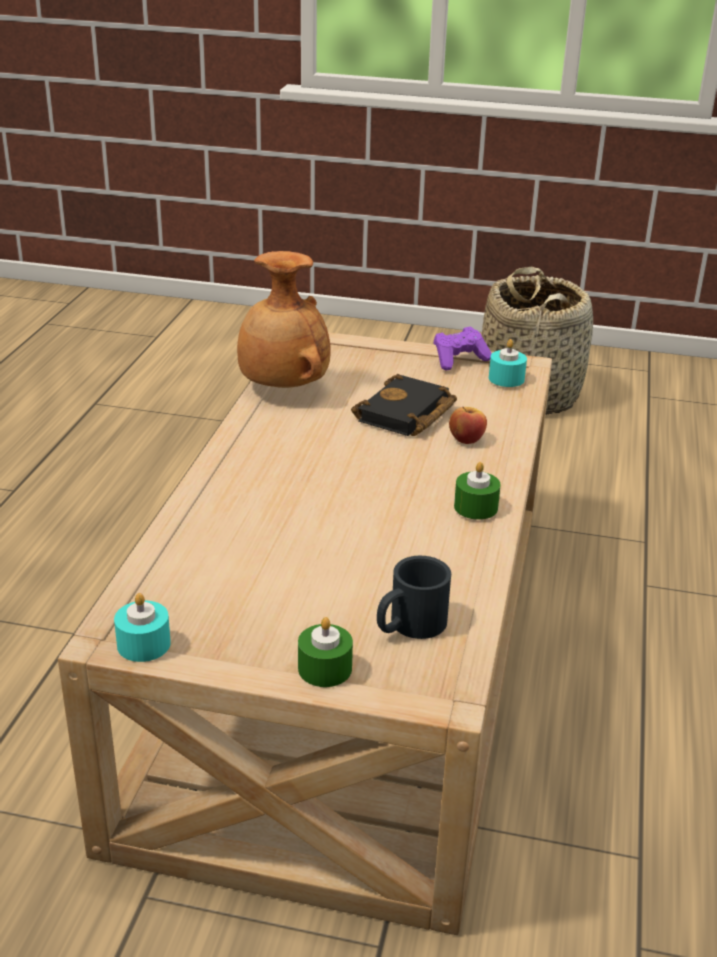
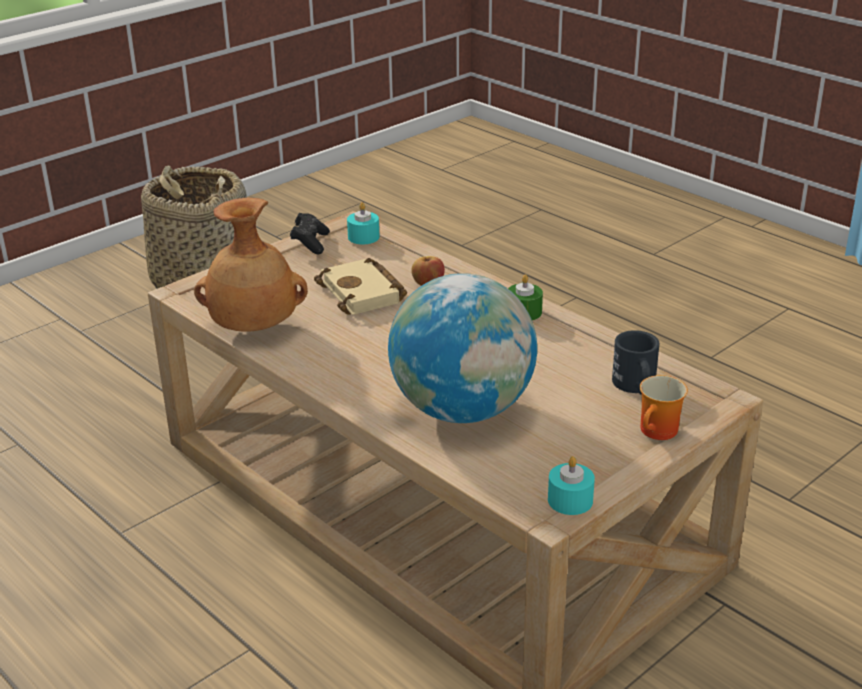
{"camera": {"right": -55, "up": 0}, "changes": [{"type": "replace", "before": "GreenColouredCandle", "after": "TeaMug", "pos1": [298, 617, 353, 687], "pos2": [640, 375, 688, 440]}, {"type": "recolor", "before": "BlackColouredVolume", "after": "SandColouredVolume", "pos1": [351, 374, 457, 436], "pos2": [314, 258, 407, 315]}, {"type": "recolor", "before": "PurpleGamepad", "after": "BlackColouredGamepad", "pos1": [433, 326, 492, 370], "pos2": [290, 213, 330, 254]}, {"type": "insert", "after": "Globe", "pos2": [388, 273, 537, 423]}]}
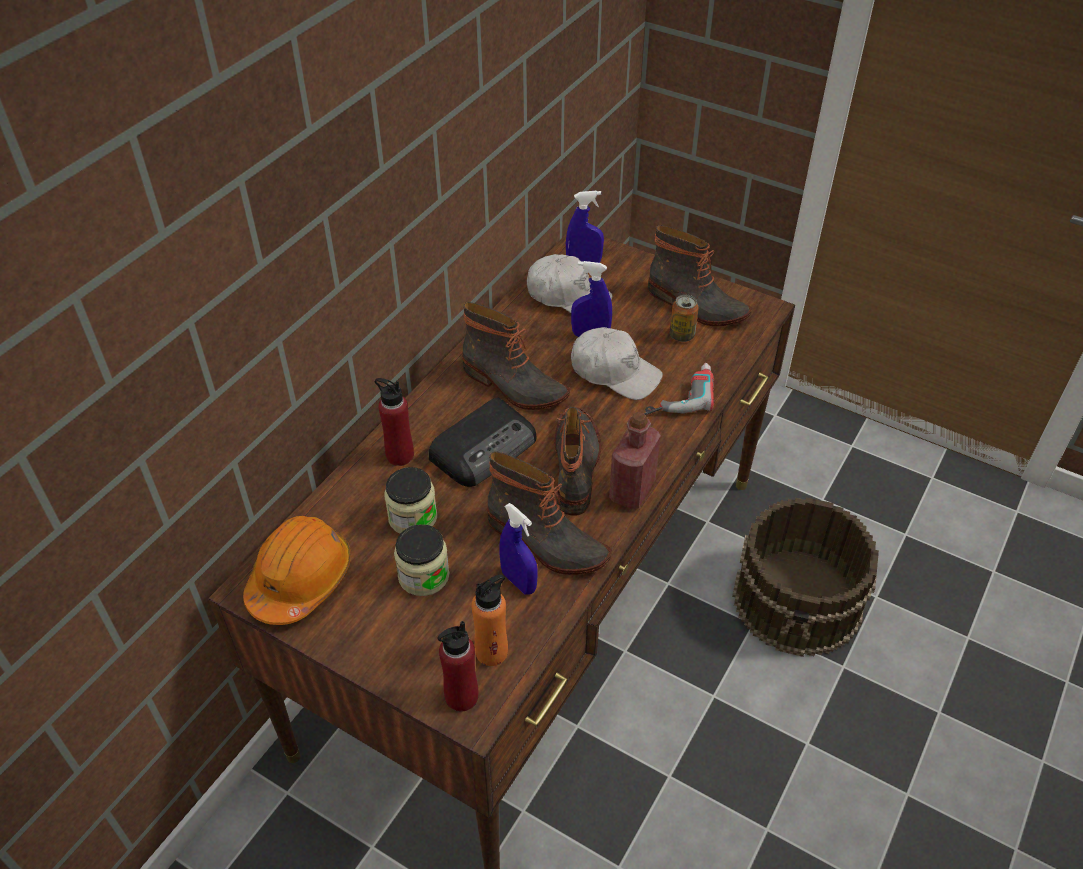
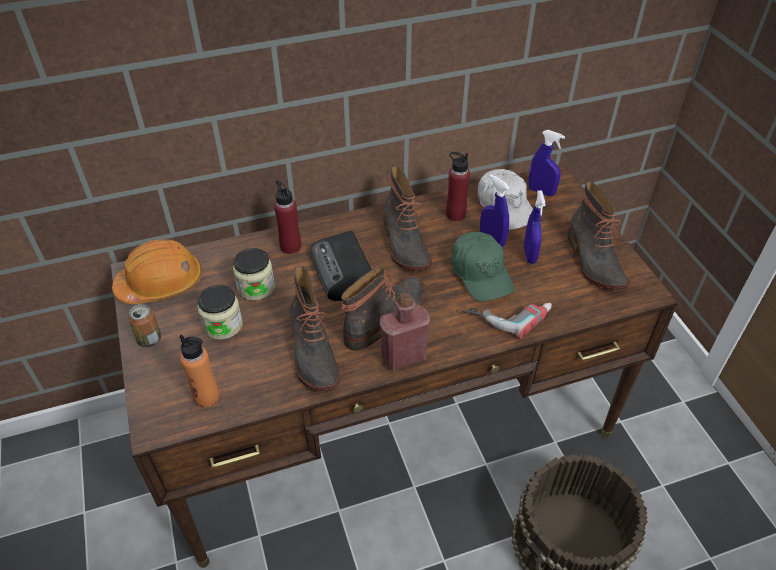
{"camera": {"right": 40, "up": 0}, "changes": [{"type": "rotate", "before": "RadioReceiver", "pos1": [429, 398, 537, 487], "pos2": [310, 231, 371, 301], "turn": 75}, {"type": "move", "before": "RedColouredBottle", "pos1": [438, 621, 479, 711], "pos2": [446, 152, 470, 221]}, {"type": "move", "before": "BlueHandSprayer", "pos1": [499, 503, 538, 595], "pos2": [524, 190, 546, 264]}, {"type": "recolor", "before": "WhiteBaseballCap", "after": "GreenColouredBaseballCap", "pos1": [571, 327, 663, 400], "pos2": [452, 232, 514, 302]}, {"type": "move", "before": "Can", "pos1": [670, 295, 699, 342], "pos2": [128, 304, 161, 347]}]}
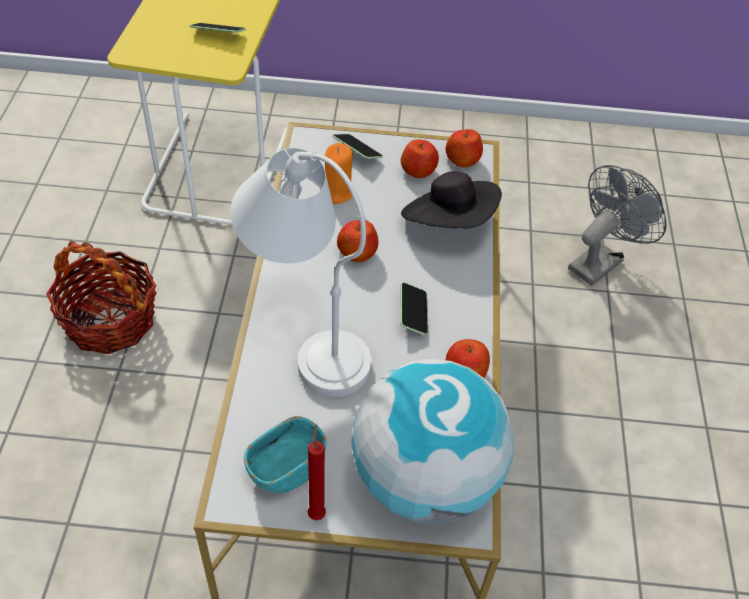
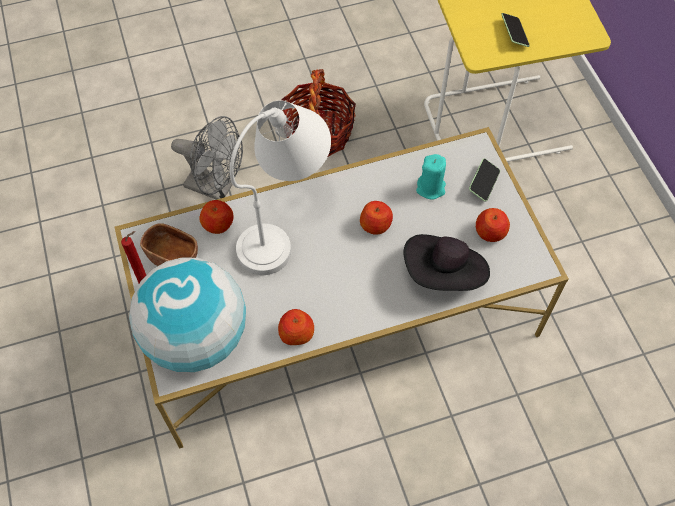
{"camera": {"right": 70, "up": 10}, "changes": [{"type": "recolor", "before": "BlueGreenServingBowl", "after": "BrownishServingBowl", "pos1": [244, 416, 326, 493], "pos2": [140, 223, 198, 266]}, {"type": "recolor", "before": "OrangeCandle", "after": "BlueGreenCandle", "pos1": [320, 143, 353, 204], "pos2": [416, 154, 446, 200]}, {"type": "delete", "before": "Telephone", "pos1": [400, 282, 428, 335]}, {"type": "move", "before": "Apple", "pos1": [445, 129, 483, 167], "pos2": [199, 200, 234, 234]}, {"type": "move", "before": "GreyishCoolingFan", "pos1": [568, 165, 667, 286], "pos2": [171, 116, 243, 200]}]}
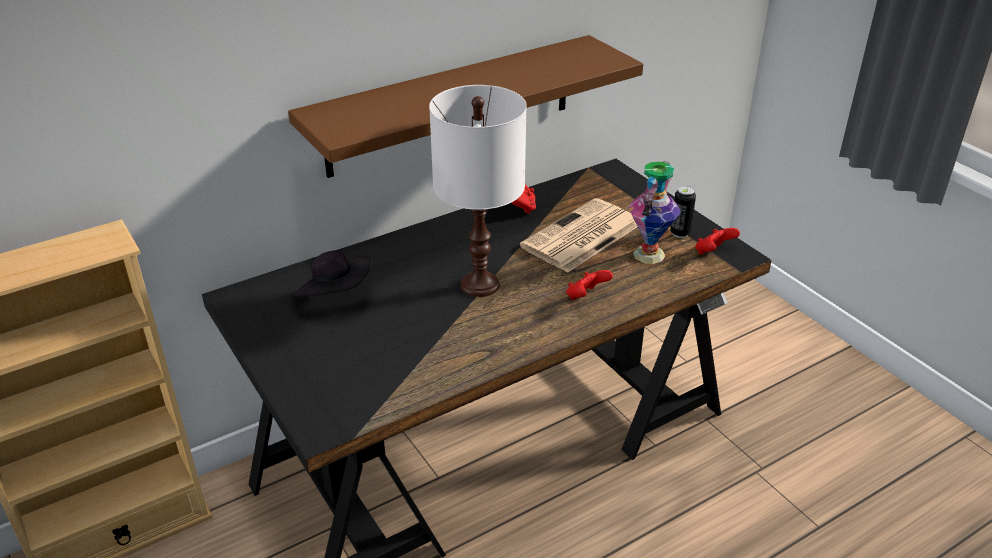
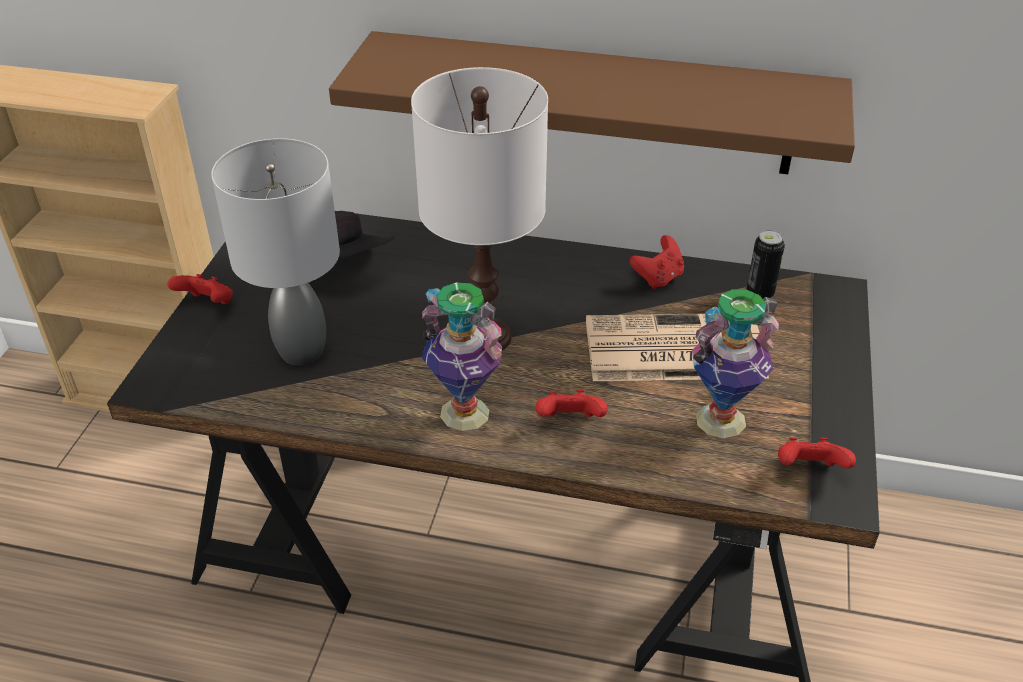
{"camera": {"right": 45, "up": 5}, "changes": [{"type": "move", "before": "Can", "pos1": [670, 186, 696, 238], "pos2": [746, 230, 785, 299]}, {"type": "insert", "after": "RedColouredGamepad", "pos2": [167, 274, 233, 304]}, {"type": "insert", "after": "GreyishTableLamp", "pos2": [211, 138, 340, 366]}, {"type": "insert", "after": "DecorativeVase", "pos2": [422, 283, 502, 431]}]}
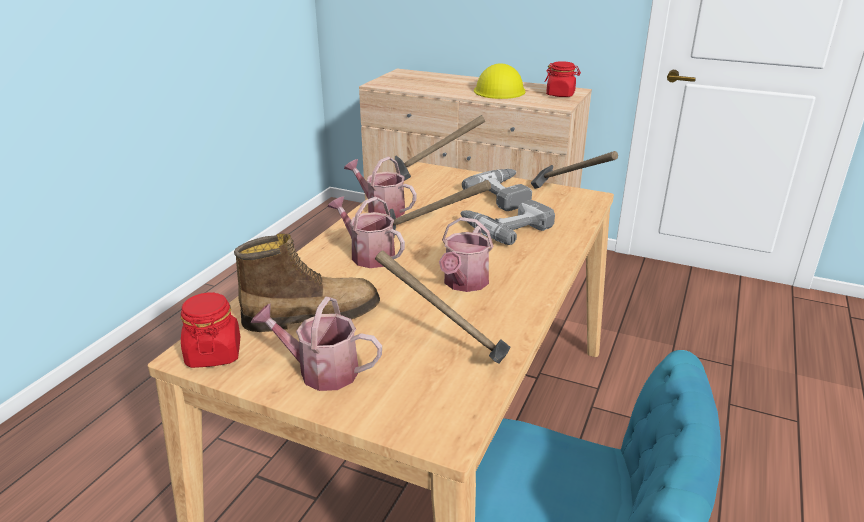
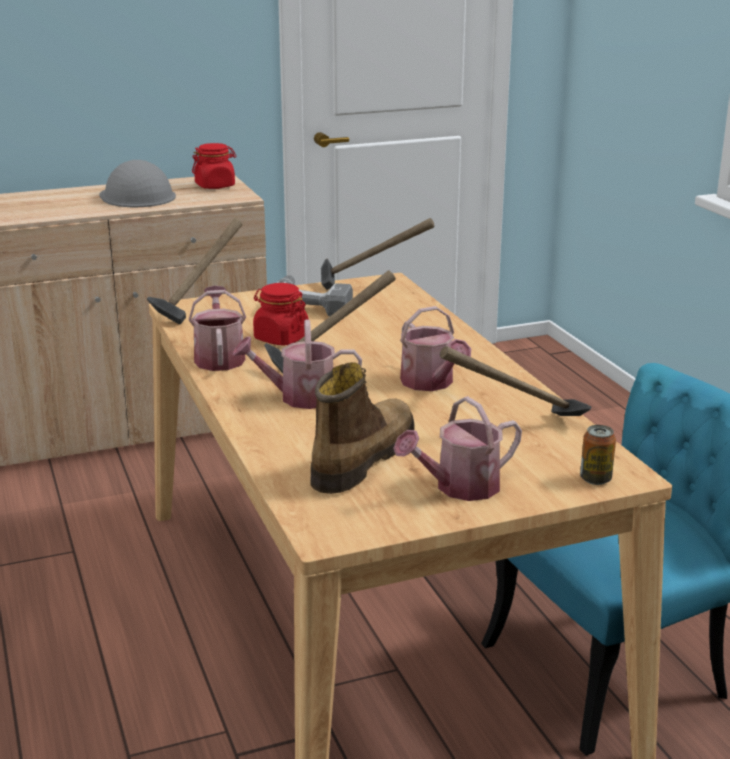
{"camera": {"right": -45, "up": -5}, "changes": [{"type": "move", "before": "RedColouredPreserveJar", "pos1": [181, 292, 240, 368], "pos2": [253, 283, 308, 346]}, {"type": "rotate", "before": "WateringPot", "pos1": [344, 157, 417, 218], "pos2": [189, 286, 246, 371], "turn": 90}, {"type": "delete", "before": "PowerDrill", "pos1": [461, 200, 555, 245]}, {"type": "recolor", "before": "YellowColouredWorkHelmet", "after": "GreyishWorkHelmet", "pos1": [474, 63, 526, 99], "pos2": [99, 160, 176, 207]}, {"type": "insert", "after": "Can", "pos2": [580, 425, 616, 485]}]}
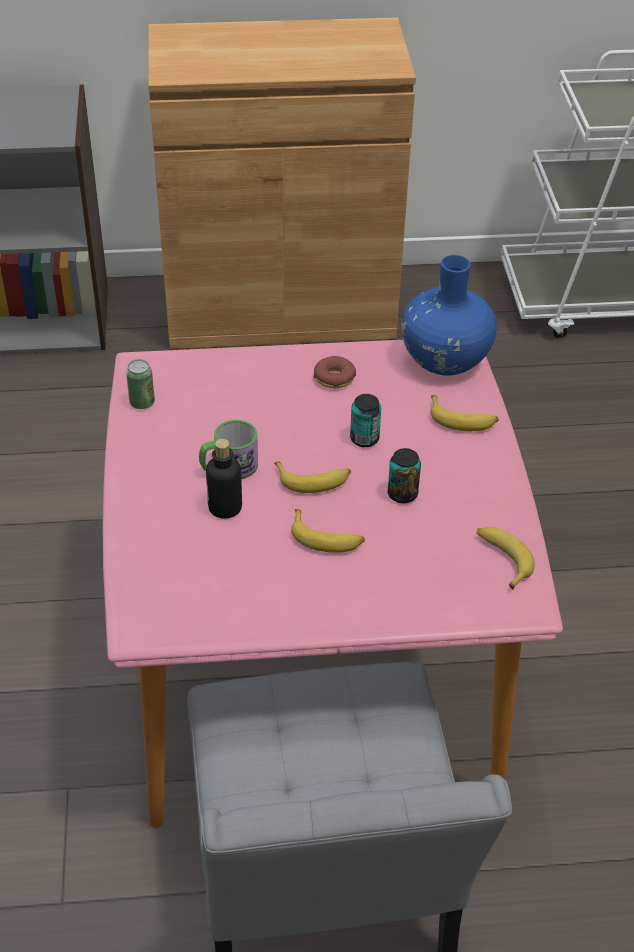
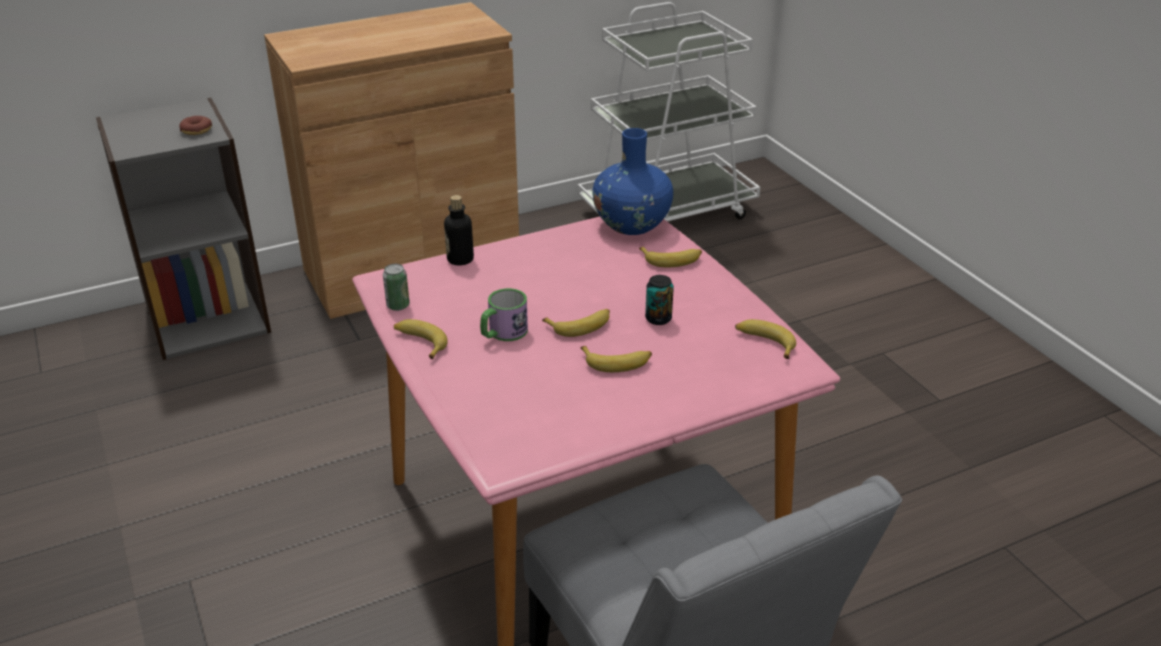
{"camera": {"right": -20, "up": -10}, "changes": [{"type": "move", "before": "Bottle", "pos1": [206, 439, 242, 519], "pos2": [444, 195, 474, 265]}, {"type": "move", "before": "Doughnut", "pos1": [314, 356, 356, 388], "pos2": [179, 116, 212, 135]}, {"type": "delete", "before": "Can", "pos1": [350, 394, 381, 447]}, {"type": "insert", "after": "BananaFruit", "pos2": [394, 319, 448, 359]}]}
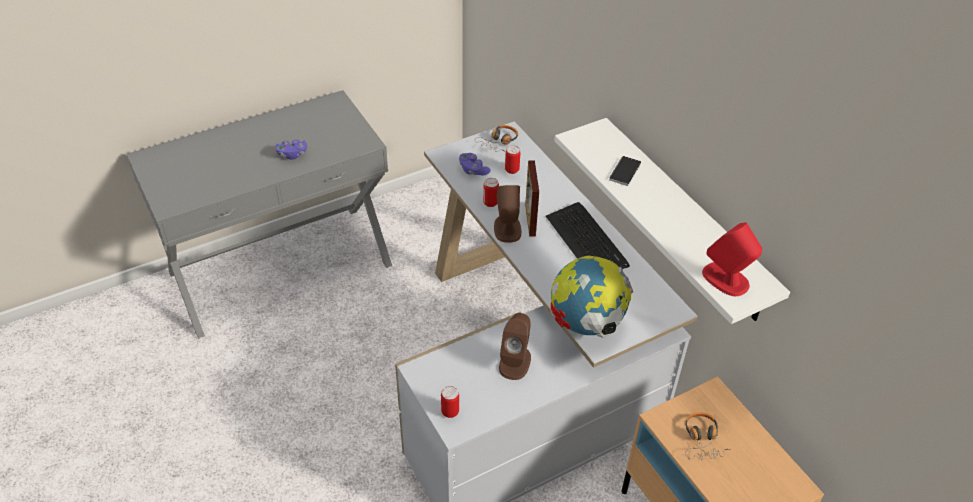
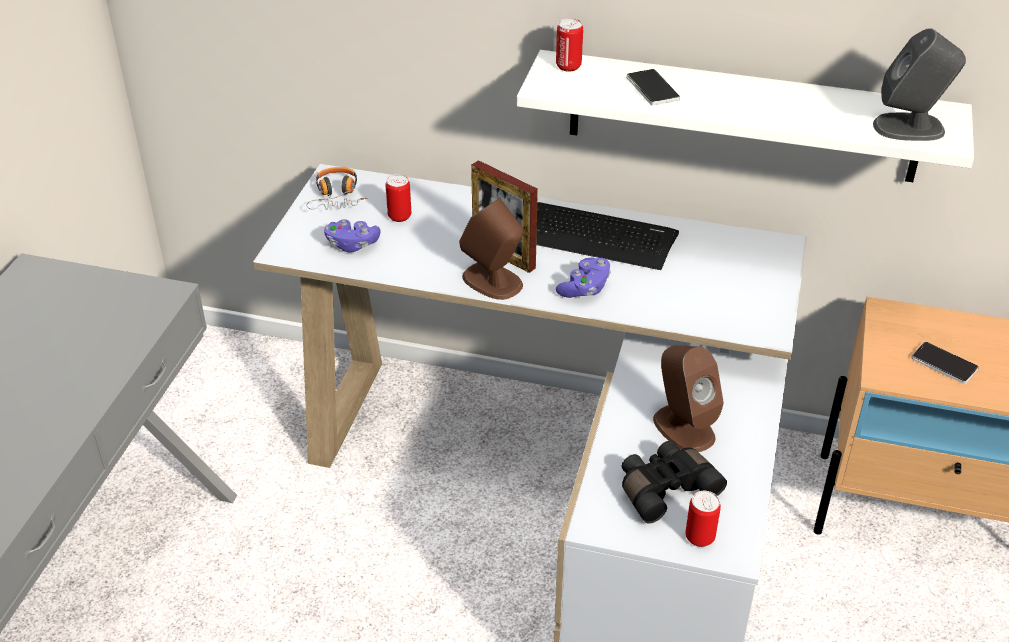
{"camera": {"right": -45, "up": -5}, "changes": [{"type": "move", "before": "PurpleGamepad", "pos1": [276, 140, 307, 160], "pos2": [556, 258, 611, 298]}, {"type": "move", "before": "Can", "pos1": [483, 178, 499, 207], "pos2": [556, 18, 583, 72]}, {"type": "delete", "before": "Globe", "pos1": [551, 255, 633, 338]}, {"type": "replace", "before": "Headphones", "after": "Telephone", "pos1": [685, 412, 731, 460], "pos2": [911, 342, 979, 384]}, {"type": "recolor", "before": "RedColouredSpeaker", "after": "GreyishSpeaker", "pos1": [702, 222, 762, 296], "pos2": [873, 28, 966, 141]}, {"type": "insert", "after": "BlackColouredPairOfBinoculars", "pos2": [622, 441, 727, 523]}]}
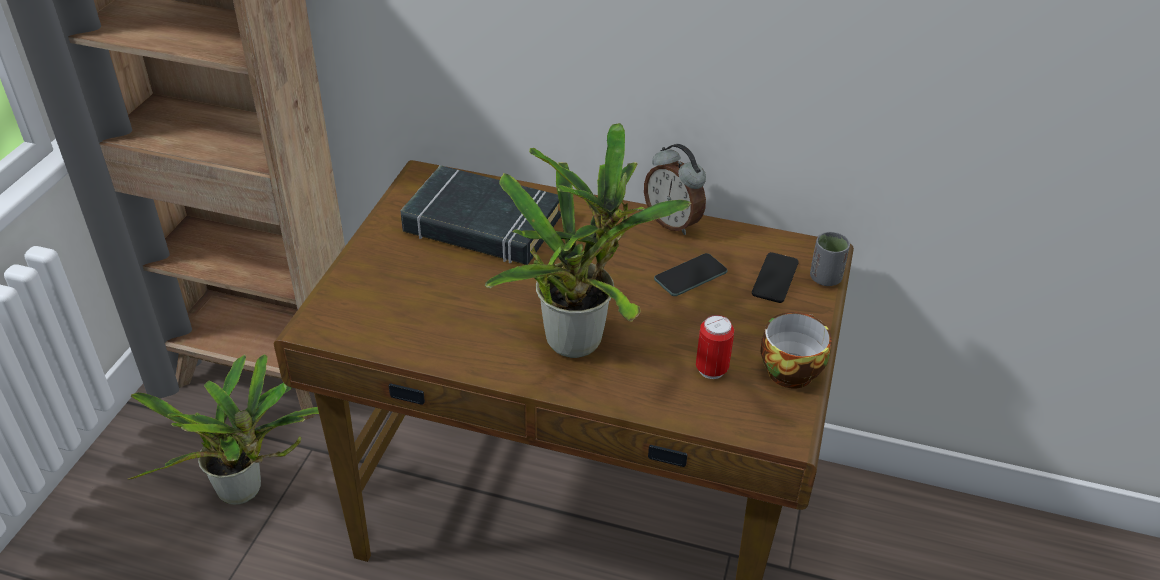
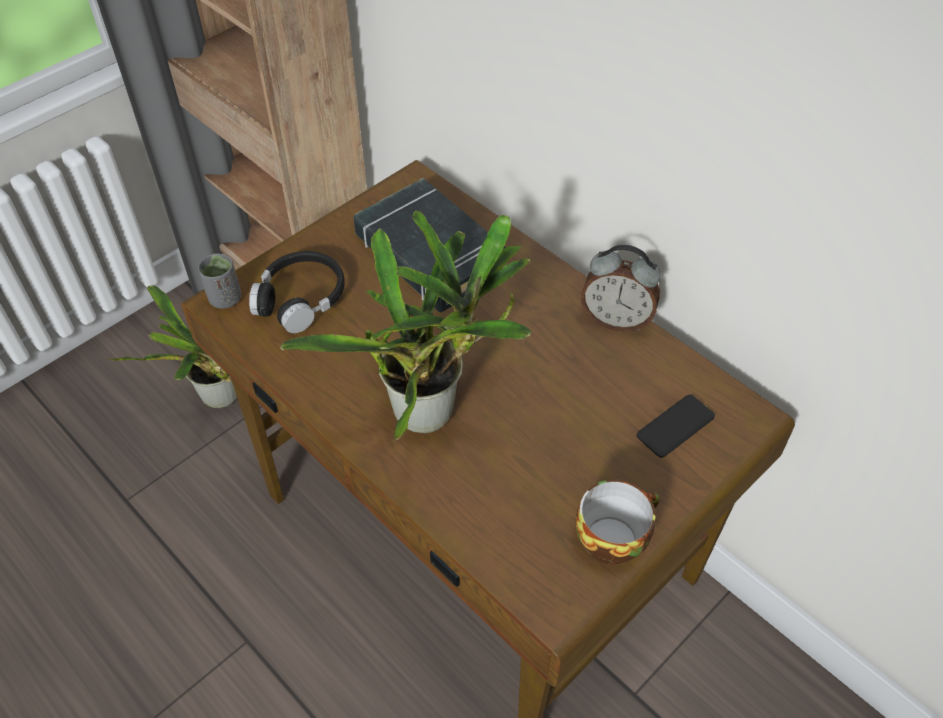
{"camera": {"right": 30, "up": 10}, "changes": [{"type": "rotate", "before": "BedsideClock", "pos1": [644, 144, 706, 235], "pos2": [581, 245, 661, 332], "turn": -60}, {"type": "delete", "before": "Telephone", "pos1": [654, 253, 728, 296]}, {"type": "delete", "before": "Can", "pos1": [696, 315, 734, 379]}, {"type": "move", "before": "GreyishSmallCup", "pos1": [810, 232, 850, 286], "pos2": [198, 254, 241, 309]}, {"type": "insert", "after": "BlackColouredHeadphones", "pos2": [249, 251, 345, 333]}]}
